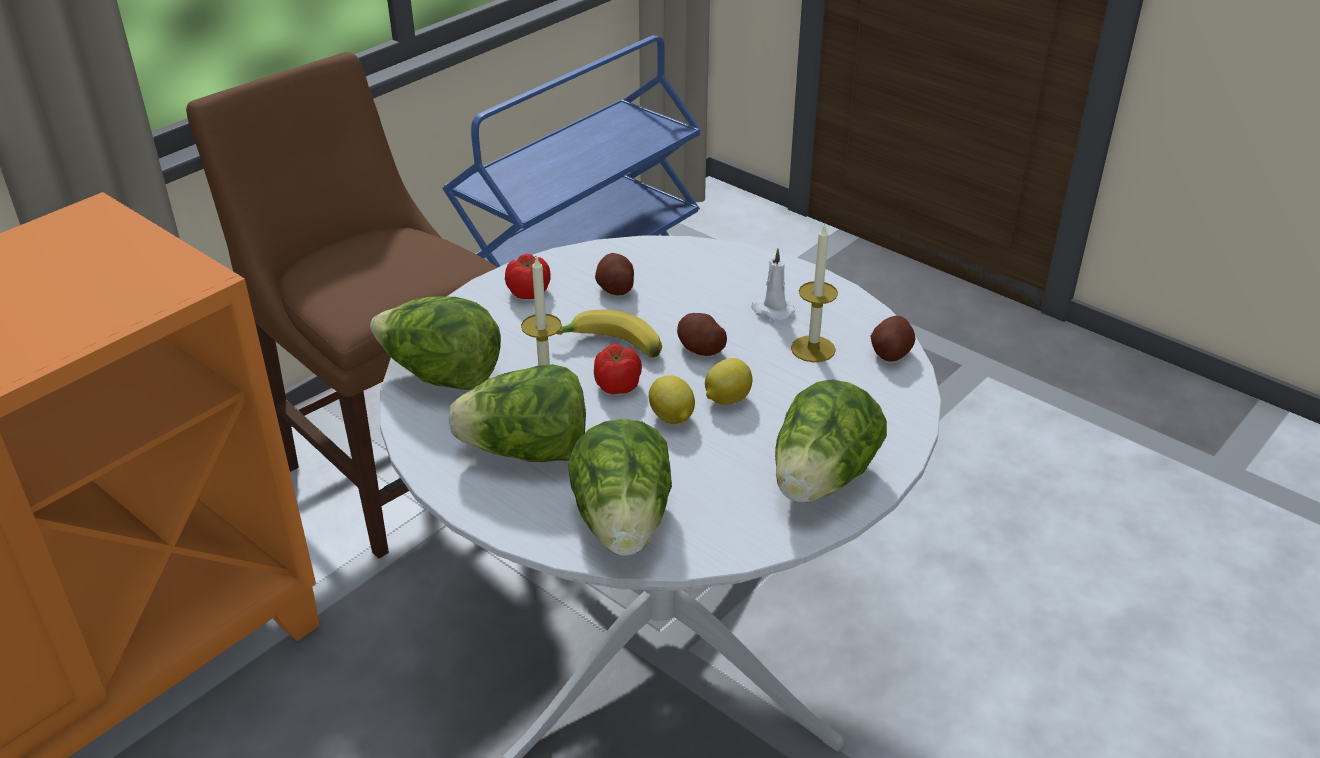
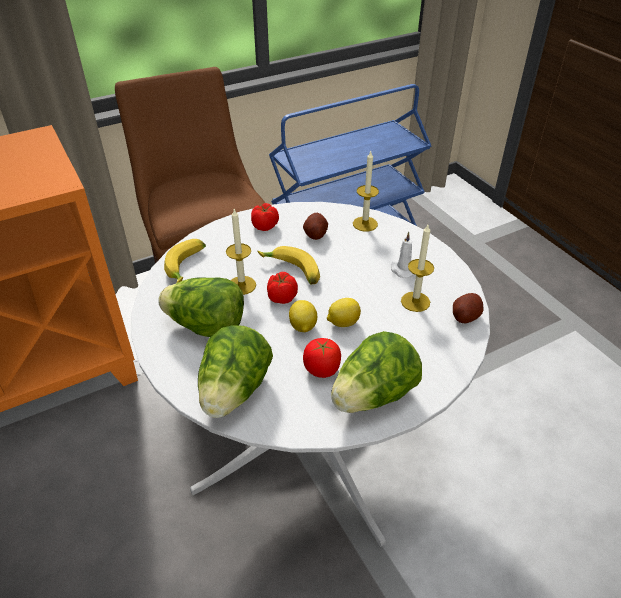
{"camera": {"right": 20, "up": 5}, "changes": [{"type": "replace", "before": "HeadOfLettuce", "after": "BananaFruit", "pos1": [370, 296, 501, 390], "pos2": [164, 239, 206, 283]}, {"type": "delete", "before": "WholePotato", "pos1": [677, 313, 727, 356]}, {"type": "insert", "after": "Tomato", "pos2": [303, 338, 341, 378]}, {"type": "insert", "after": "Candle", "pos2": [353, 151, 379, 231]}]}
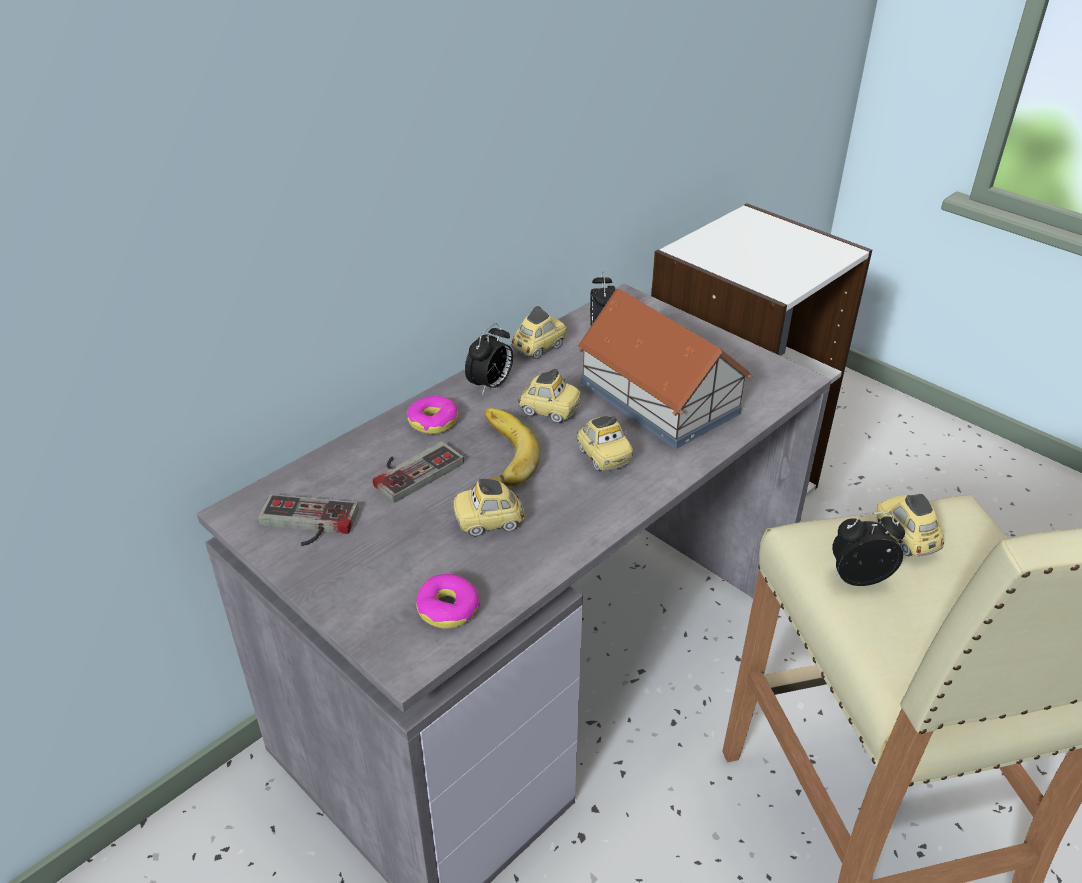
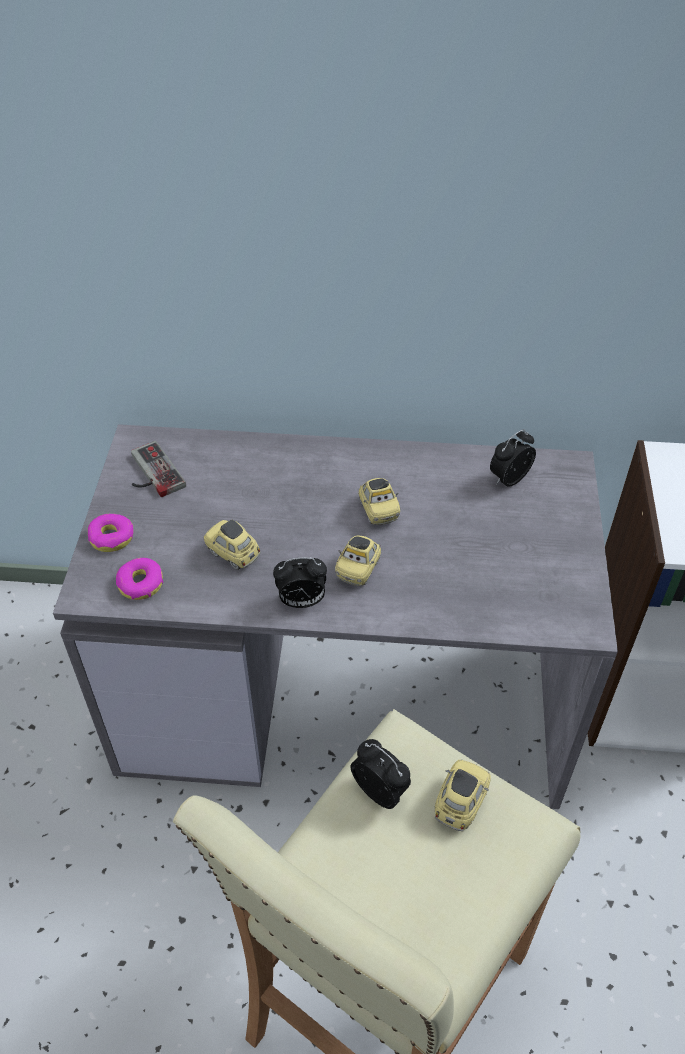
{"camera": {"right": 50, "up": 10}, "changes": [{"type": "delete", "before": "Gamepad", "pos1": [373, 441, 464, 503]}, {"type": "move", "before": "Doughnut", "pos1": [407, 396, 458, 434], "pos2": [88, 514, 134, 552]}, {"type": "move", "before": "BedsideClock", "pos1": [465, 323, 513, 395], "pos2": [273, 557, 327, 608]}, {"type": "delete", "before": "BananaFruit", "pos1": [485, 408, 540, 487]}, {"type": "delete", "before": "MiniatureCar", "pos1": [511, 306, 567, 359]}, {"type": "delete", "before": "ModelHouse", "pos1": [577, 289, 753, 449]}]}
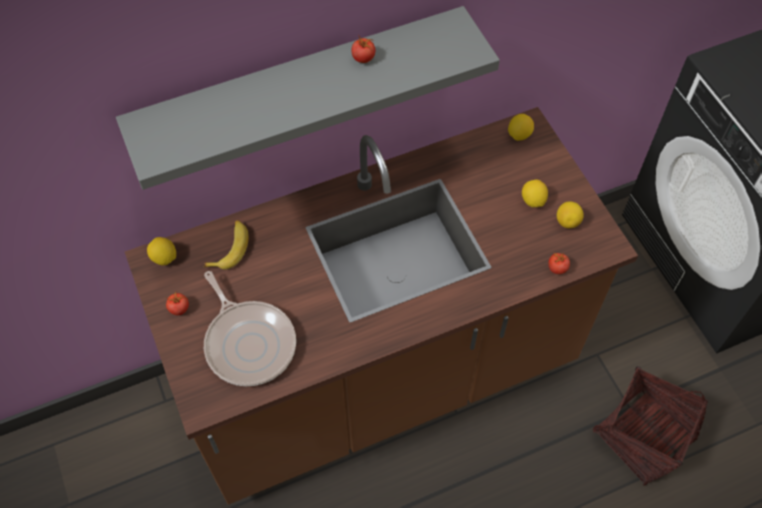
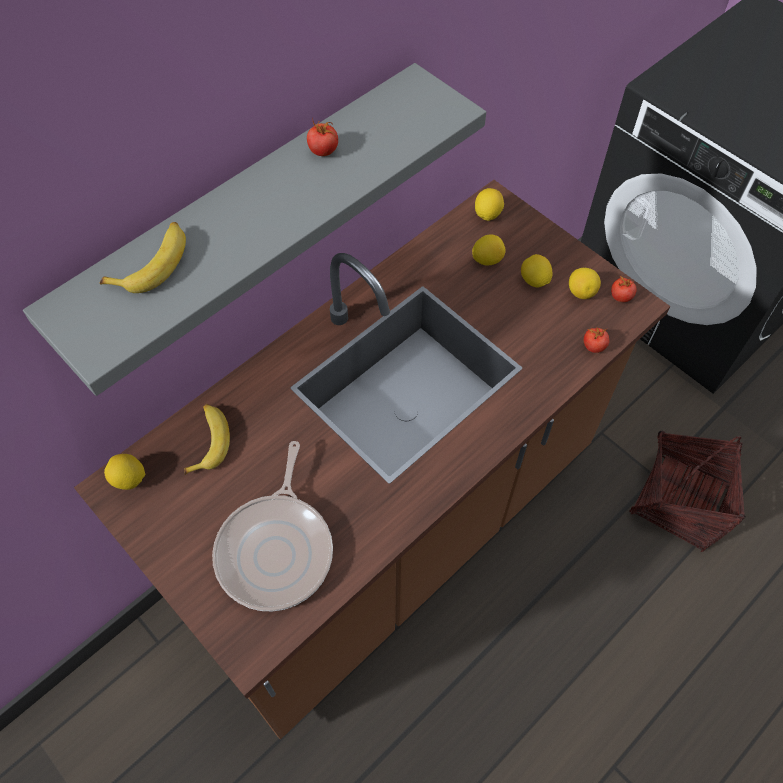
{"camera": {"right": -20, "up": 0}, "changes": [{"type": "move", "before": "Tomato", "pos1": [166, 291, 189, 315], "pos2": [611, 276, 637, 302]}, {"type": "rotate", "before": "FryingPan", "pos1": [204, 271, 296, 386], "pos2": [212, 441, 333, 611], "turn": 60}, {"type": "insert", "after": "BananaFruit", "pos2": [100, 222, 186, 293]}, {"type": "insert", "after": "Lemon", "pos2": [472, 234, 506, 266]}]}
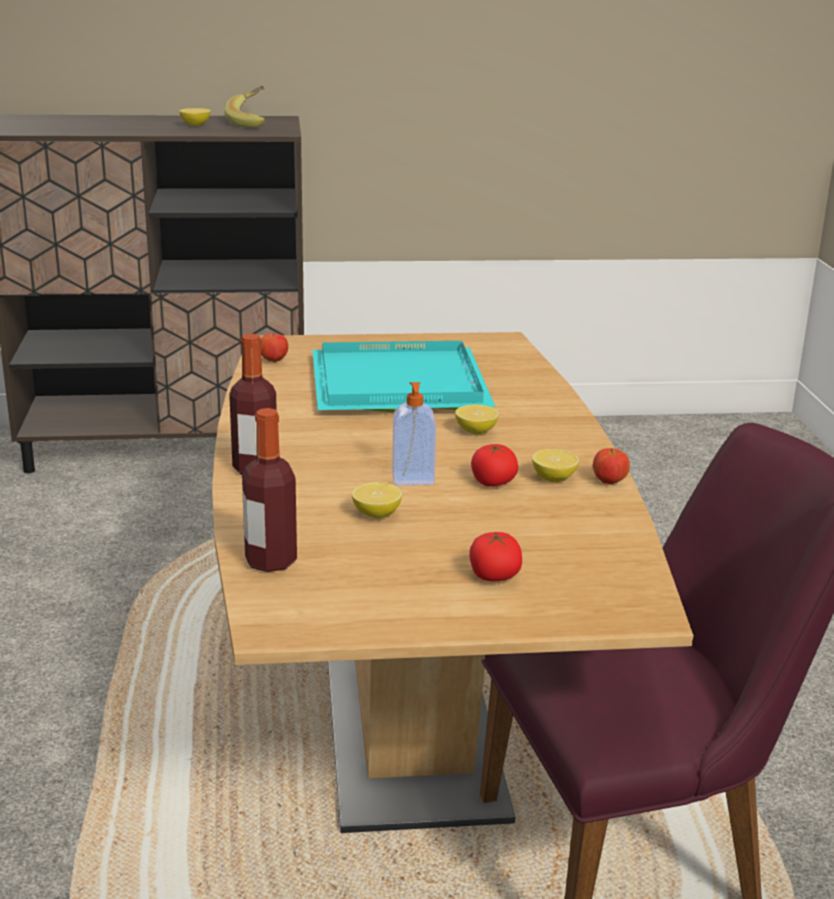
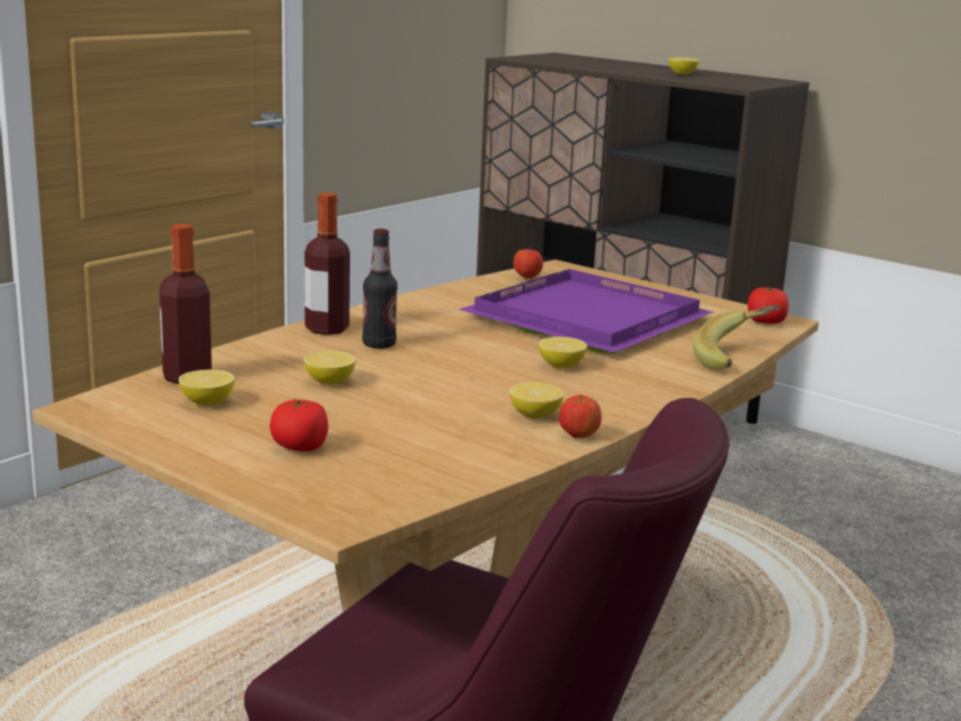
{"camera": {"right": 45, "up": -5}, "changes": [{"type": "move", "before": "BananaFruit", "pos1": [225, 86, 266, 128], "pos2": [693, 305, 780, 370]}, {"type": "recolor", "before": "BlueGreenCarryingTray", "after": "PurpleCarryingTray", "pos1": [312, 341, 495, 412], "pos2": [459, 269, 713, 354]}, {"type": "delete", "before": "SoapBottle", "pos1": [392, 382, 436, 485]}, {"type": "move", "before": "Tomato", "pos1": [471, 444, 518, 486], "pos2": [748, 287, 789, 324]}, {"type": "insert", "after": "Lemon", "pos2": [179, 369, 235, 406]}, {"type": "insert", "after": "Bottle", "pos2": [362, 229, 398, 349]}]}
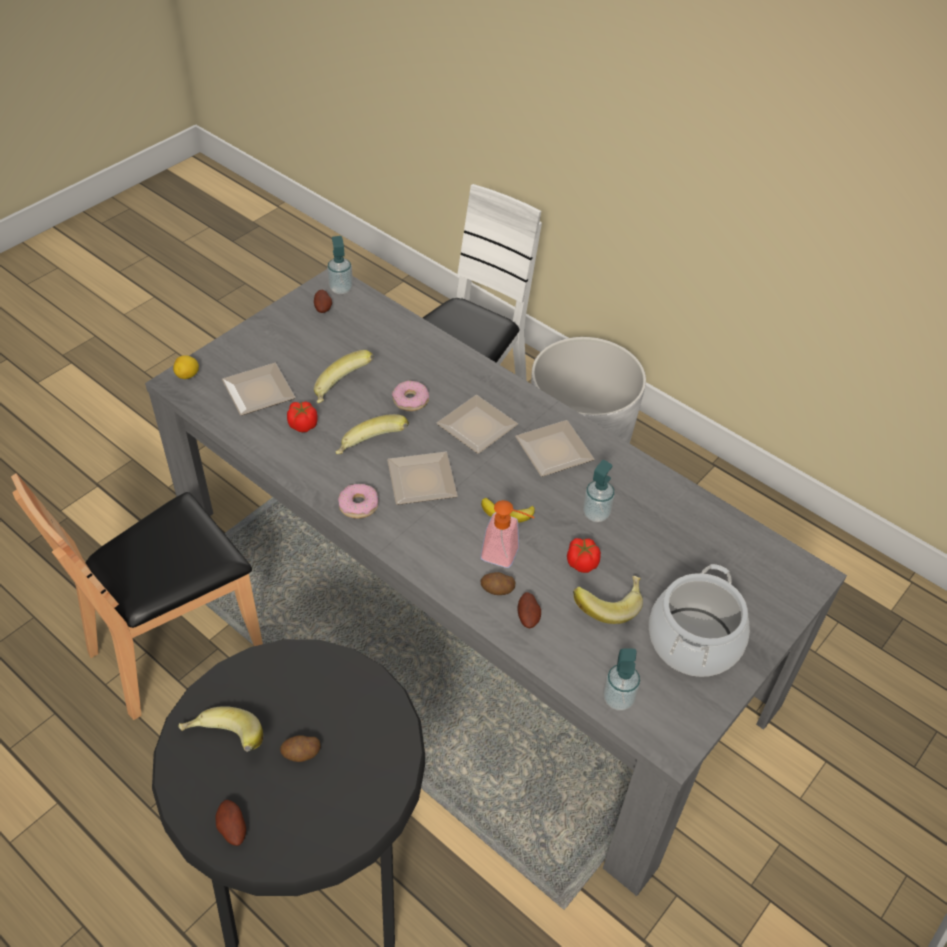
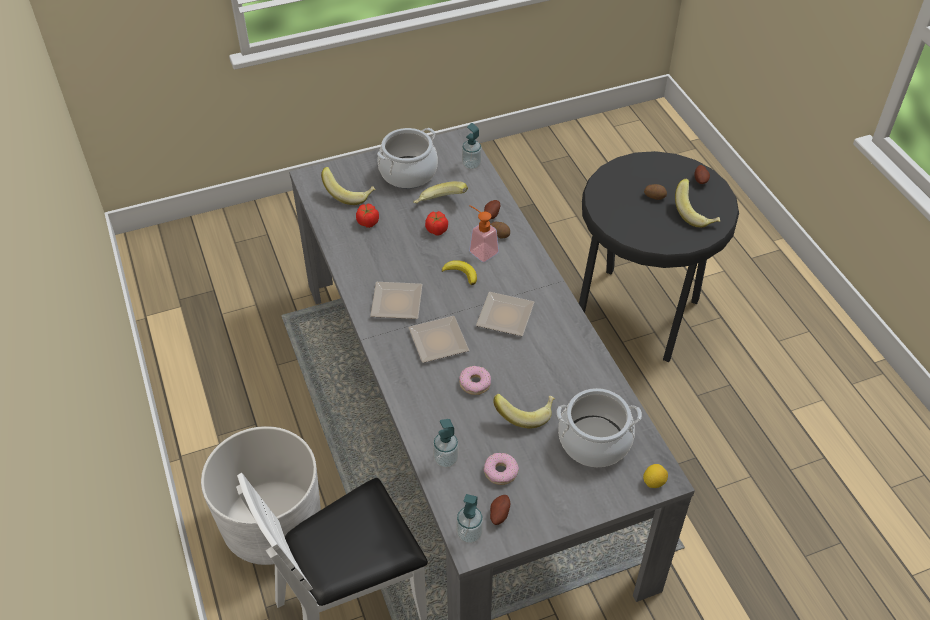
{"camera": {"right": -150, "up": 0}, "changes": [{"type": "delete", "before": "BrownishUprightChair", "pos1": [11, 473, 263, 720]}, {"type": "replace", "before": "DinnerPlate", "after": "CookingPot", "pos1": [222, 363, 296, 415], "pos2": [557, 388, 642, 467]}, {"type": "move", "before": "Tomato", "pos1": [287, 401, 318, 432], "pos2": [356, 203, 379, 228]}, {"type": "move", "before": "BananaFruit", "pos1": [336, 414, 409, 454], "pos2": [321, 167, 376, 205]}, {"type": "move", "before": "Doughnut", "pos1": [338, 484, 378, 519], "pos2": [484, 453, 519, 485]}, {"type": "move", "before": "SoapBottle", "pos1": [583, 460, 615, 523], "pos2": [433, 419, 459, 468]}]}
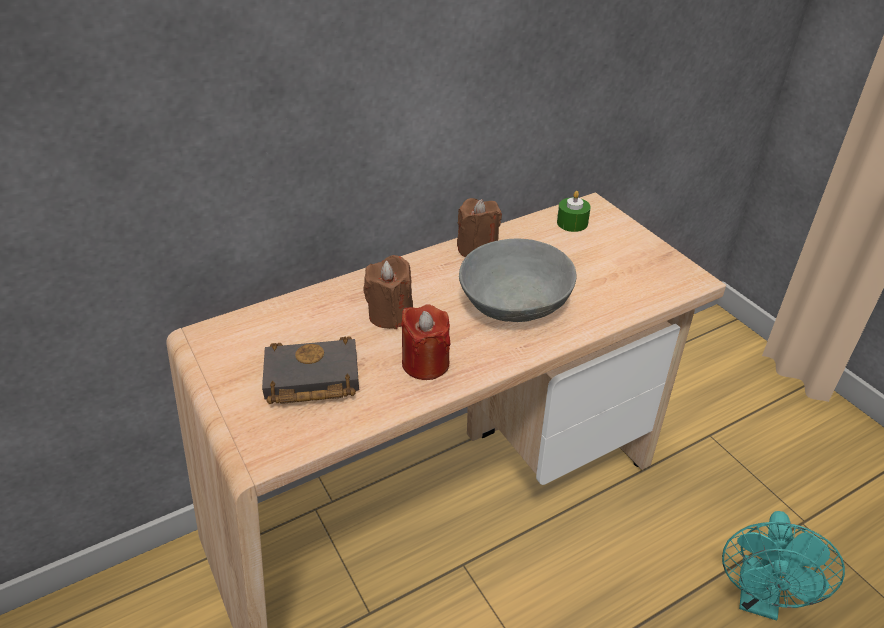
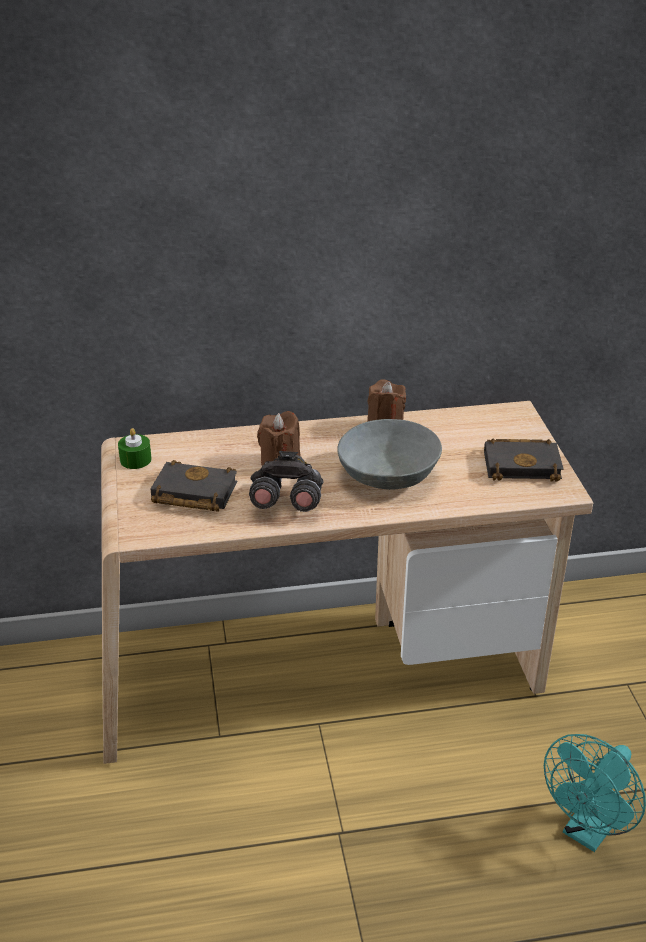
{"camera": {"right": 20, "up": -5}, "changes": [{"type": "replace", "before": "RedColouredCandle", "after": "GreyishPairOfBinoculars", "pos1": [401, 304, 450, 380], "pos2": [249, 451, 323, 512]}, {"type": "move", "before": "GreenColouredCandle", "pos1": [557, 191, 591, 232], "pos2": [118, 428, 152, 469]}, {"type": "insert", "after": "BlackColouredVolume", "pos2": [484, 438, 564, 481]}]}
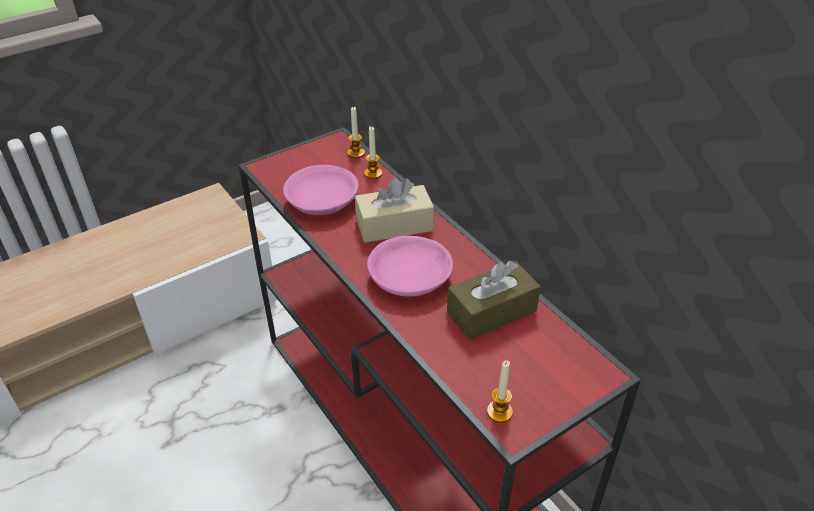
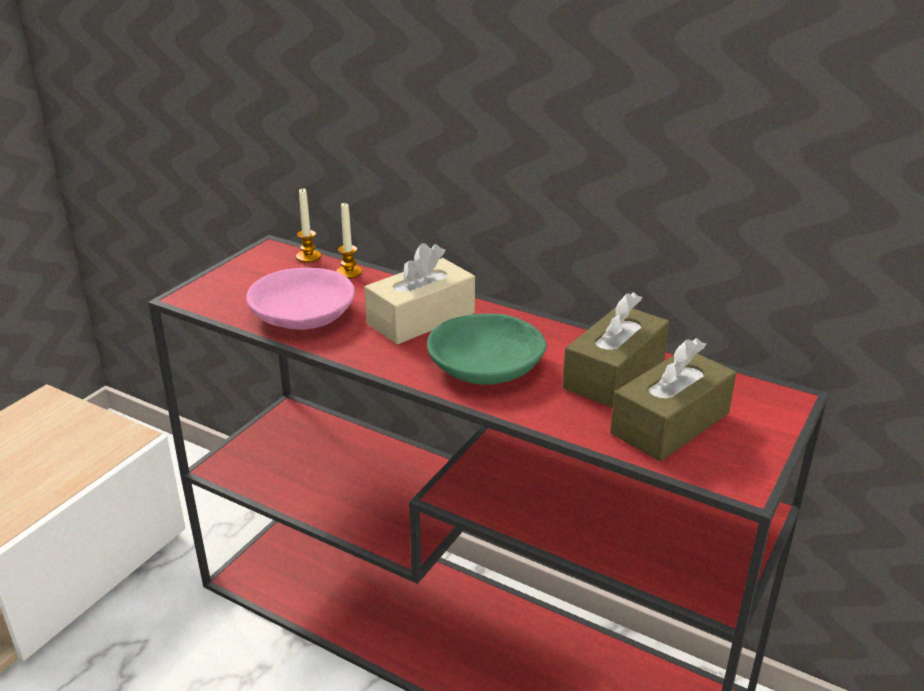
{"camera": {"right": -25, "up": -10}, "changes": [{"type": "recolor", "before": "PinkishServingBowl", "after": "GreenColouredServingBowl", "pos1": [367, 236, 453, 296], "pos2": [427, 314, 547, 385]}, {"type": "delete", "before": "Candle", "pos1": [487, 360, 513, 423]}, {"type": "insert", "after": "BrownishBoxOfTissues", "pos2": [610, 338, 736, 461]}]}
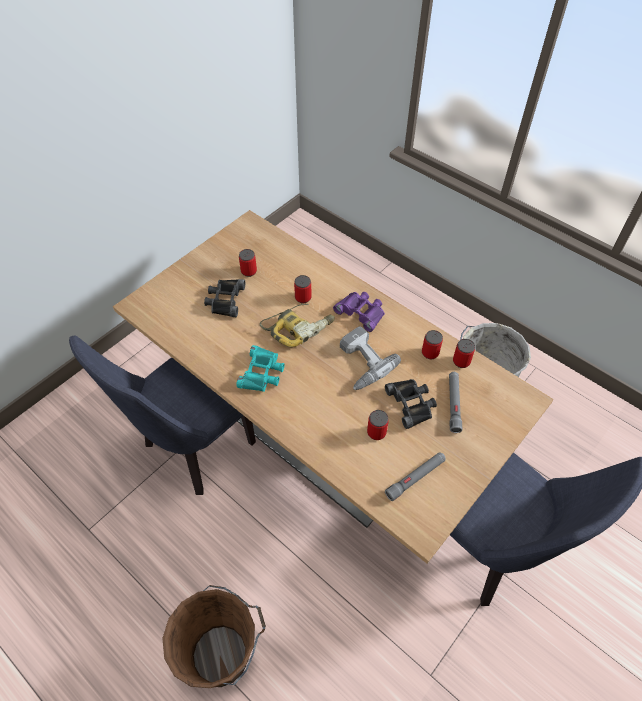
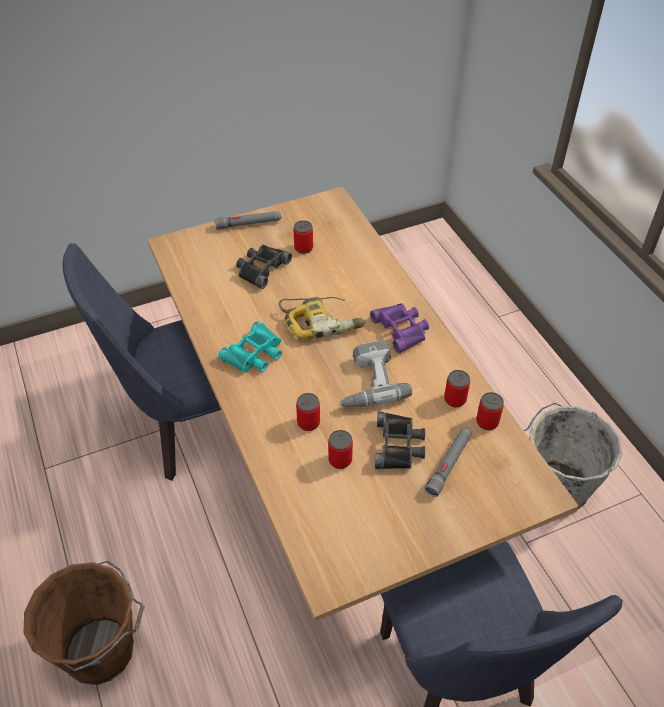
{"camera": {"right": 25, "up": -5}, "changes": [{"type": "move", "before": "Can", "pos1": [294, 275, 311, 303], "pos2": [296, 393, 320, 431]}, {"type": "move", "before": "GreyishTorch", "pos1": [385, 452, 445, 501], "pos2": [215, 211, 281, 230]}]}
